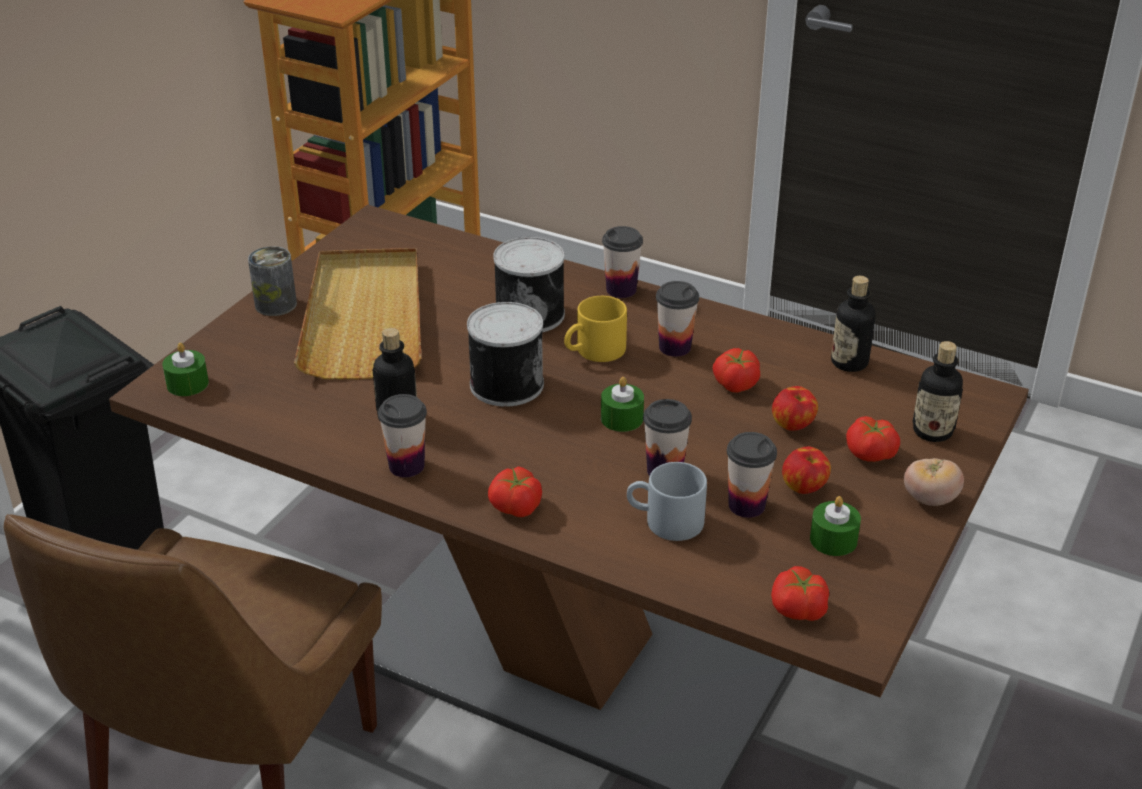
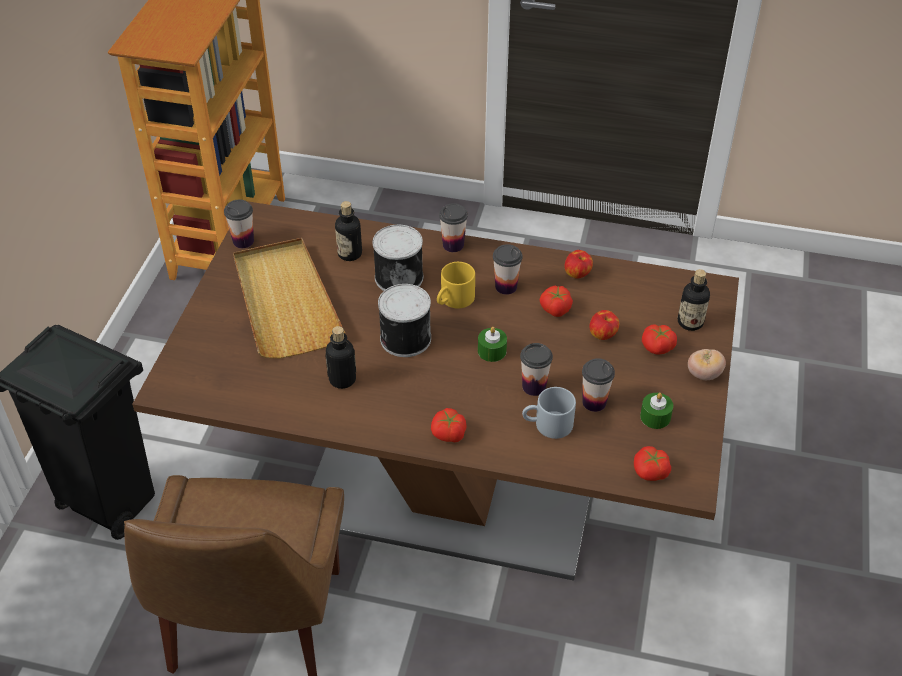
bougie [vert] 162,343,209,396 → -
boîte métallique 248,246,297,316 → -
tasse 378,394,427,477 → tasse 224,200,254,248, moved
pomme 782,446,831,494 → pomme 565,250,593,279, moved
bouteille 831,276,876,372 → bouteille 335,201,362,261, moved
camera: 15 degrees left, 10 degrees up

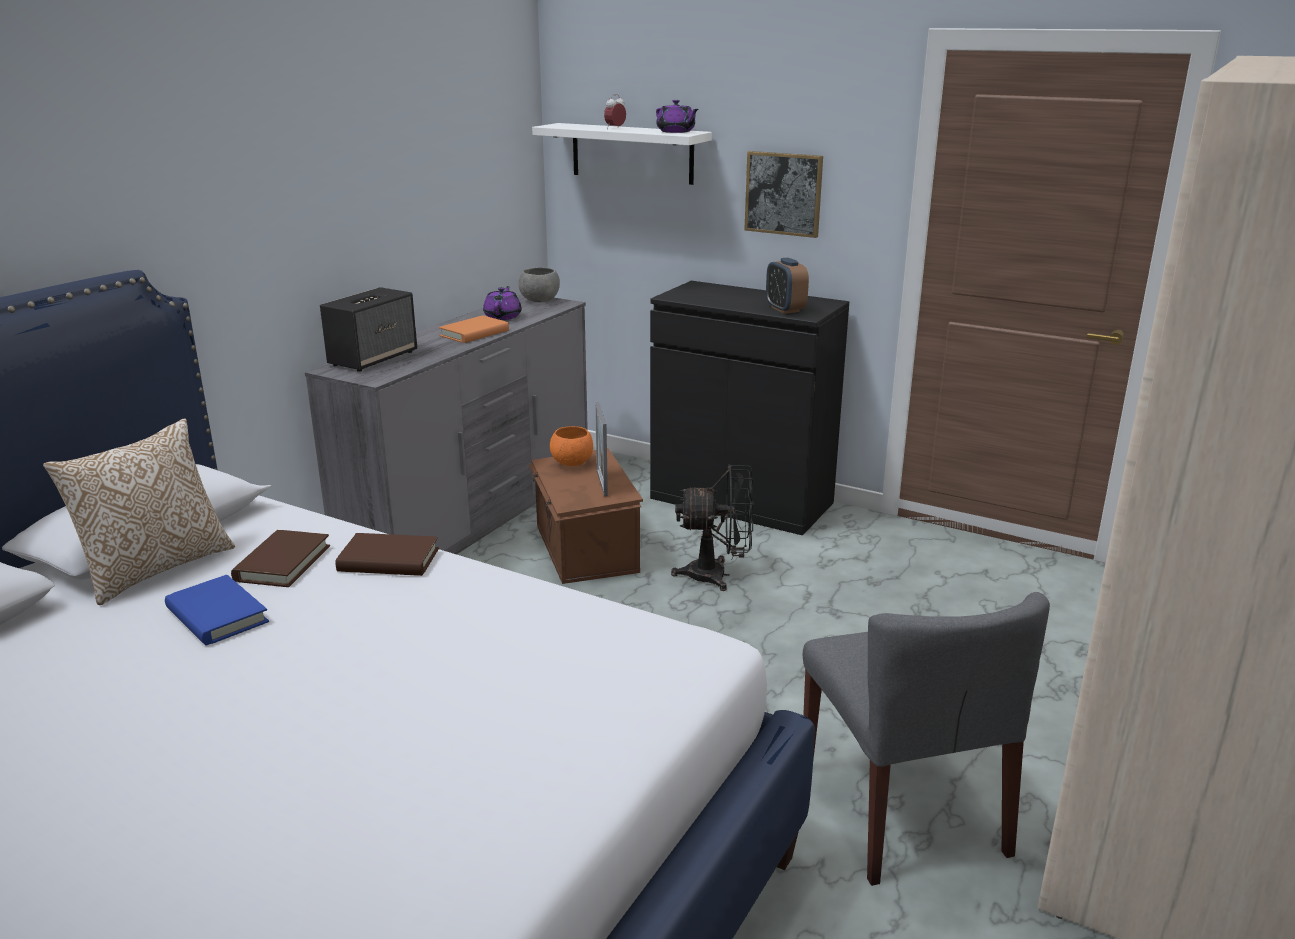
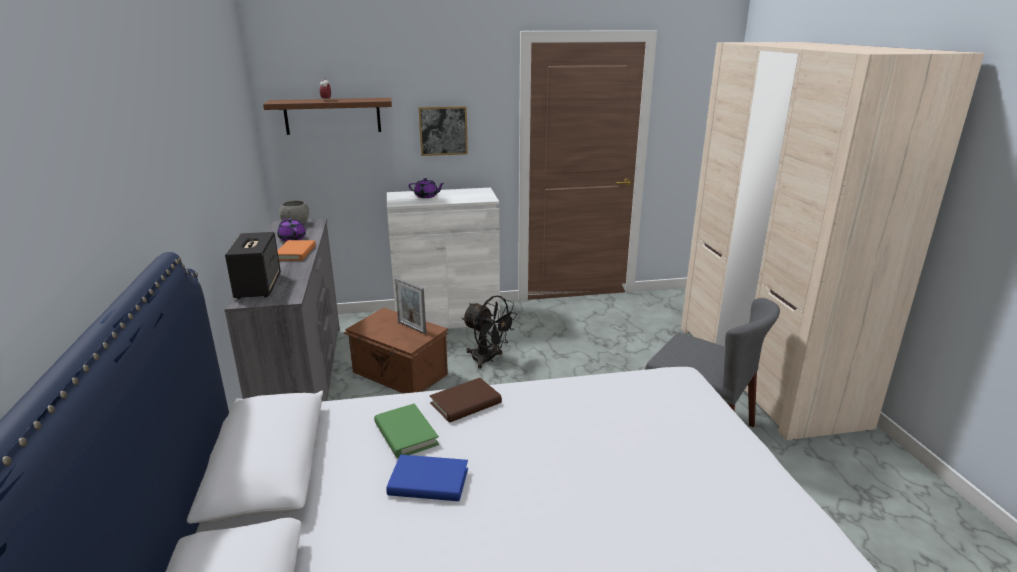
coussin 43,418,235,605 → -
bol [orange] 550,426,593,466 → -
réveil 766,258,809,314 → -
théière [violet] 656,100,698,133 → théière [violet] 408,178,444,198, moved
livre [marron] 231,530,330,587 → livre [vert] 374,403,439,459
étagère [blanc] 532,123,712,185 → étagère [marron] 263,98,392,135
meuble de rangement [noir] 650,281,849,535 → meuble de rangement [blanc] 387,188,500,329
ventilateur [noir] 671,464,754,591 → ventilateur [noir] 462,296,517,369, 75 degrees clockwise
camera: 40 degrees left, 0 degrees up

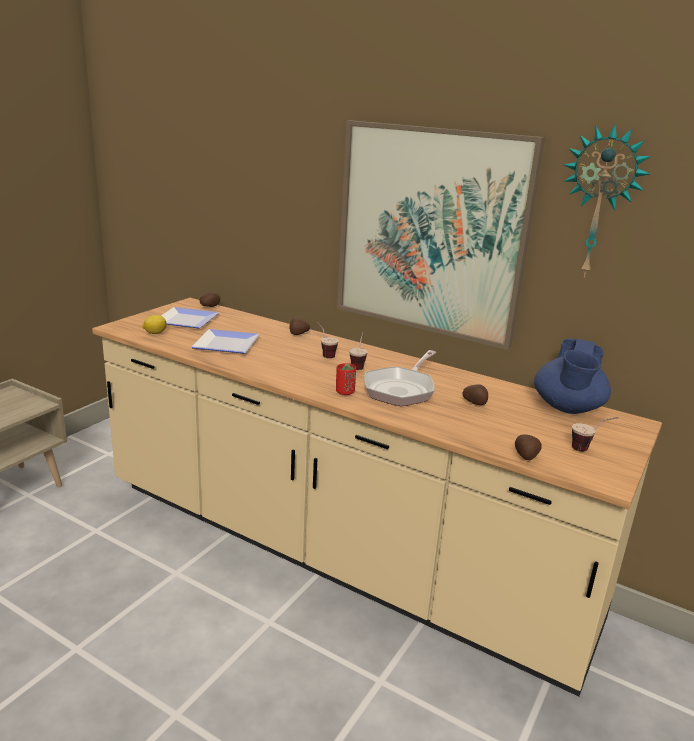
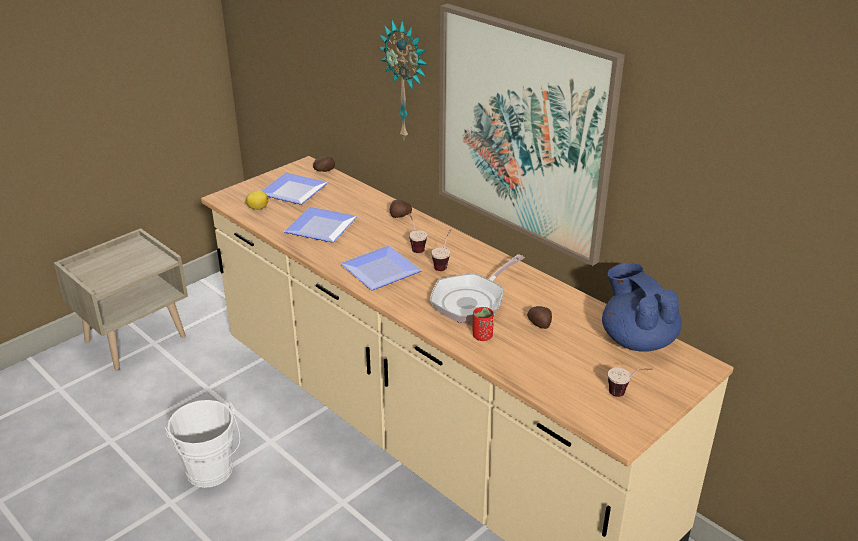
pomme de terre 515,435,542,460 → -
- → seau [blanc] 165,400,240,488
- → assiette 340,245,422,291
tasse [rouge] 336,363,356,395 → tasse [rouge] 473,307,494,341, moved
horloge murale 563,124,651,278 → horloge murale 379,20,428,139, moved
théière [bleu] 534,339,611,414 → théière [bleu] 602,263,682,352, 120 degrees clockwise
camera: 15 degrees right, 10 degrees up

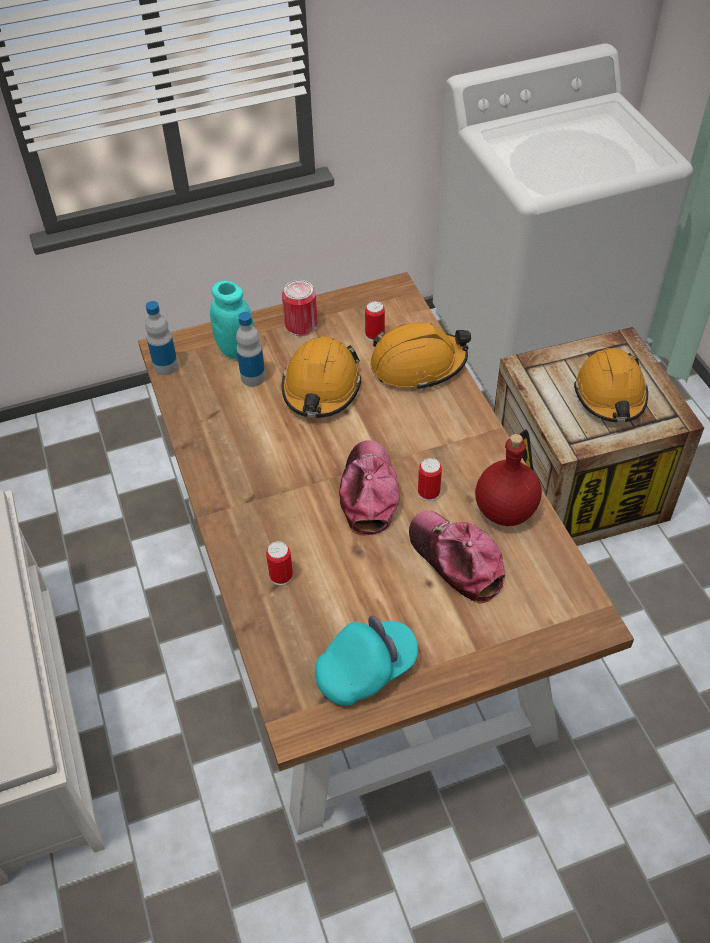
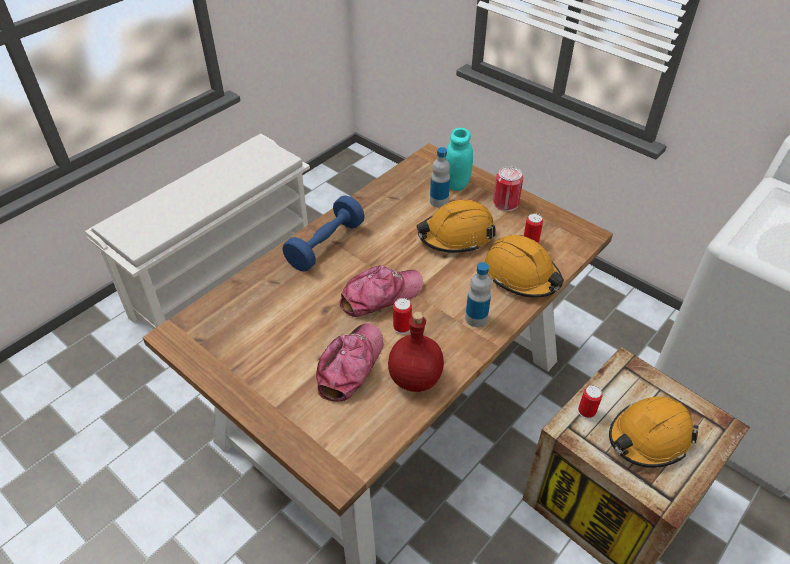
casquette [turquoise] 315,615,418,706 → -
- → haltère [bleu] 283,195,365,272
bouteille 145,301,178,375 → bouteille 465,262,491,327, moved
boîte métallique 266,541,293,585 → boîte métallique 578,385,602,419, moved
camera: 60 degrees right, 5 degrees down

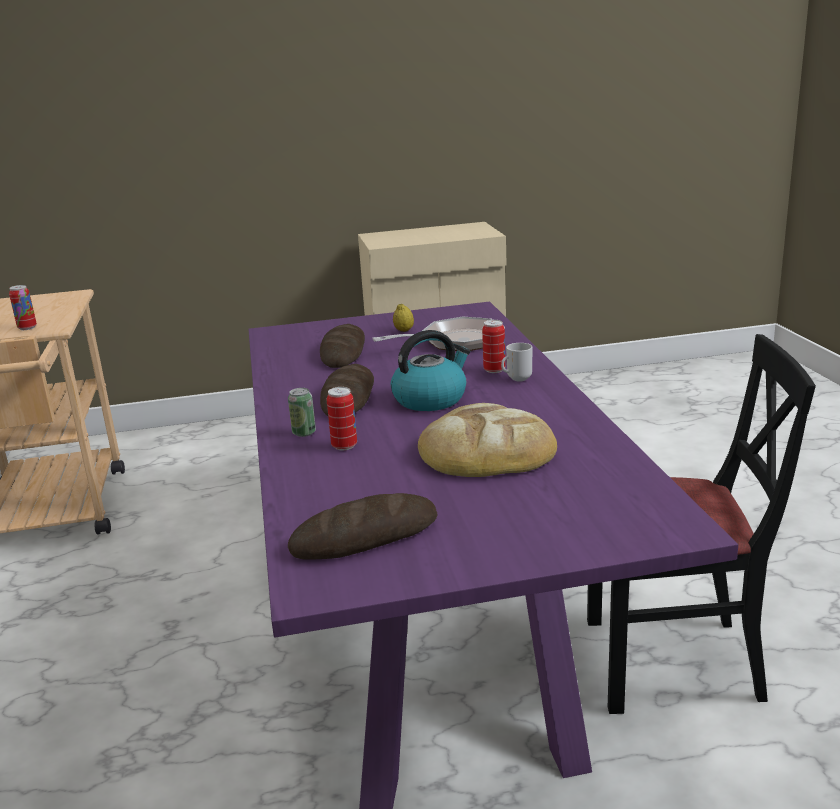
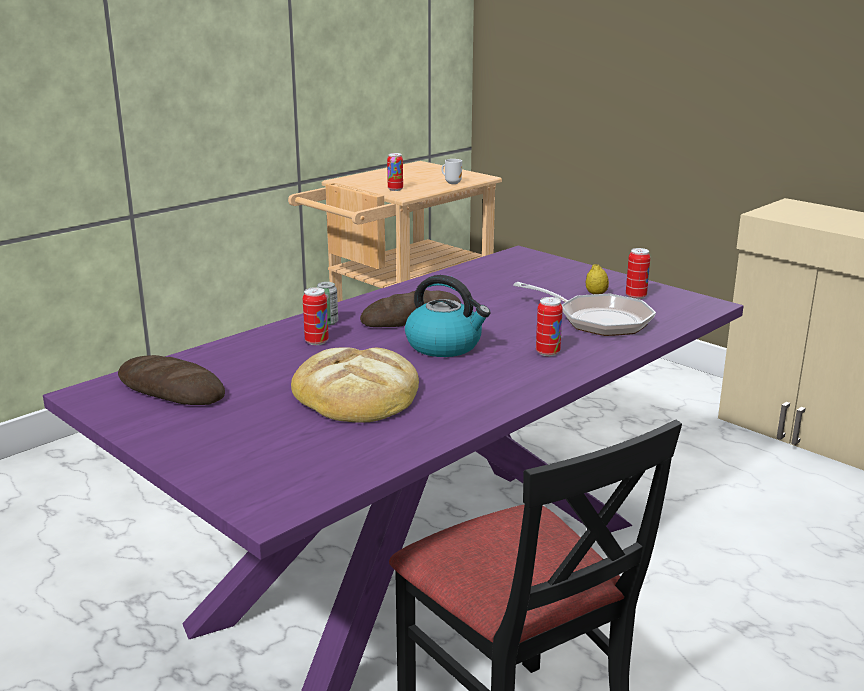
pain 320,324,365,368 → -
- → boîte métallique 626,248,650,299
mug 501,343,532,382 → mug 441,159,462,184, moved
camera: 55 degrees right, 0 degrees up

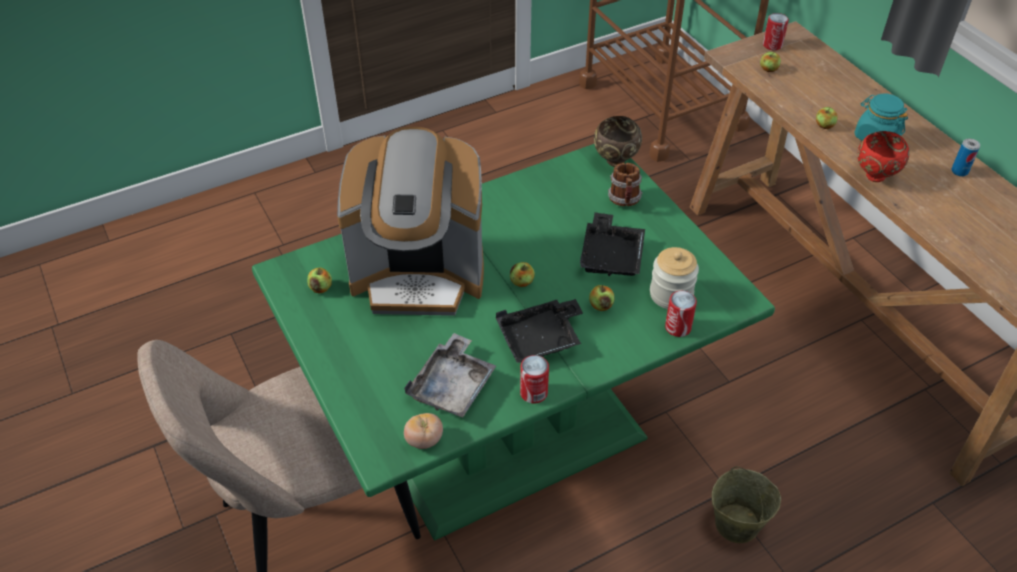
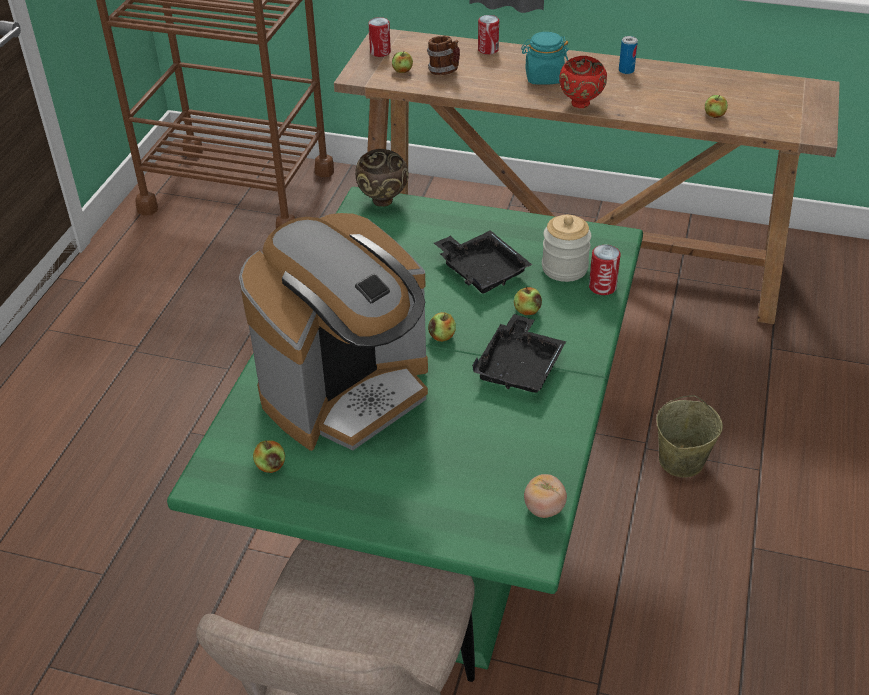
plateau [gris] 404,333,496,418 → -
boîte métallique 520,355,549,404 → boîte métallique 478,15,499,55, moved
mug 608,163,642,206 → mug 427,36,460,75, moved
pomme 816,107,838,129 → pomme 705,95,728,118, moved
camera: 45 degrees left, 5 degrees down

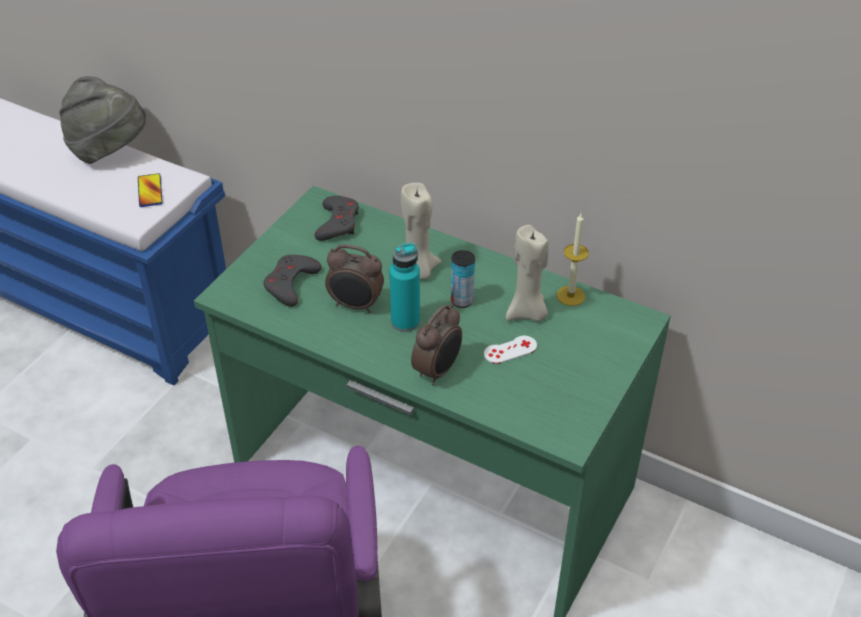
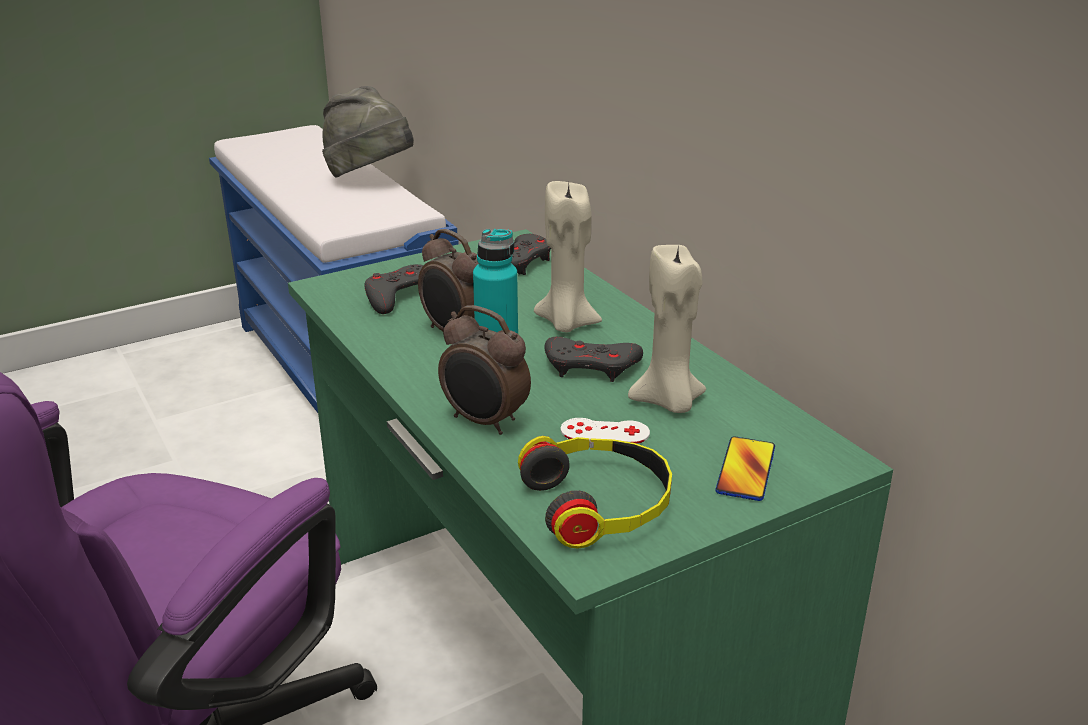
bougie 557,214,589,306 → -
- → casque audio 518,436,672,548
téléphone 138,173,163,207 → téléphone 715,436,775,501, moved
boîte métallique 451,250,475,308 → manette [gris] 544,337,643,382
réveil 411,304,462,385 → réveil 438,305,531,435, 60 degrees clockwise
camera: 30 degrees right, 15 degrees down

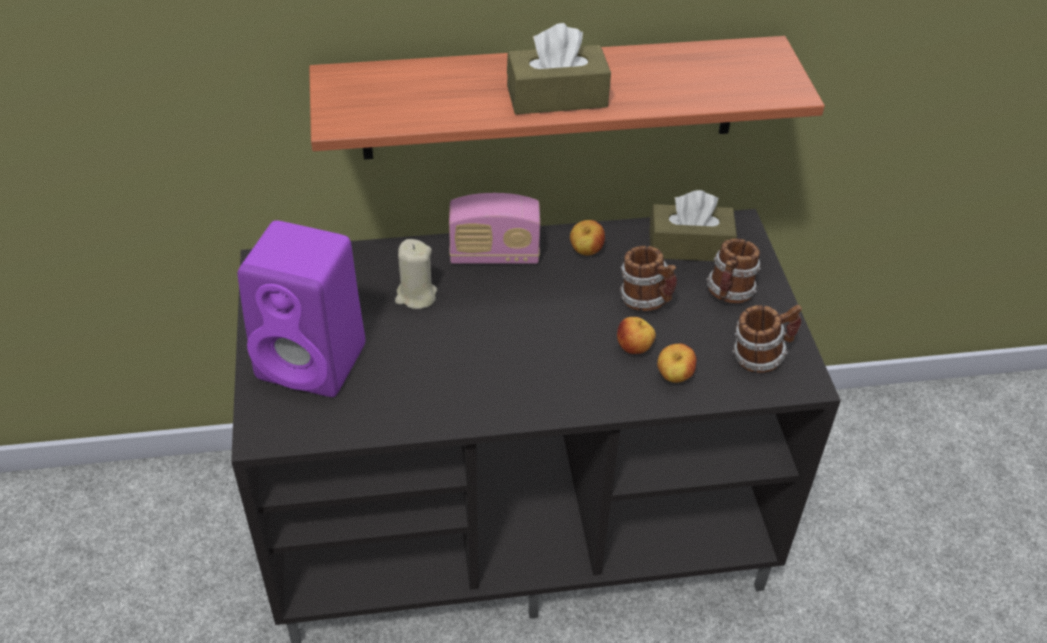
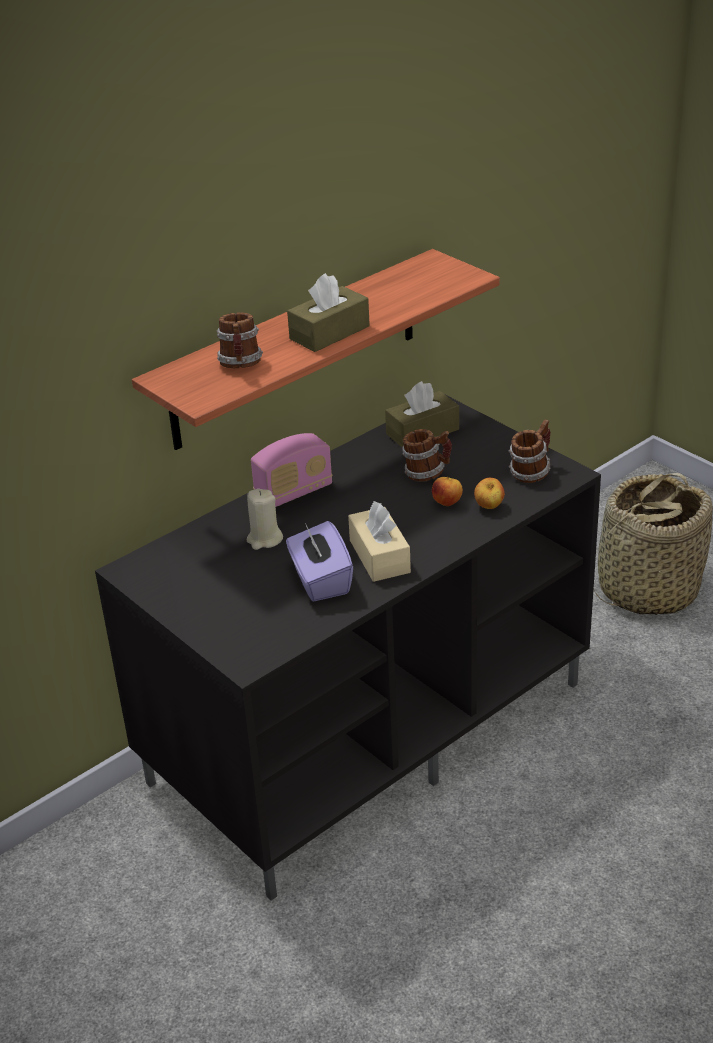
enceinte [violet] 238,220,365,397 → -
pomme 570,220,605,256 → -
- → boîte à mouchoirs [violet] 286,521,353,602
- → boîte à mouchoirs [beige] 348,501,411,582
- → panier 593,473,713,615
mug 706,238,761,303 → mug 217,312,263,368, moved
camera: 30 degrees left, 10 degrees down

